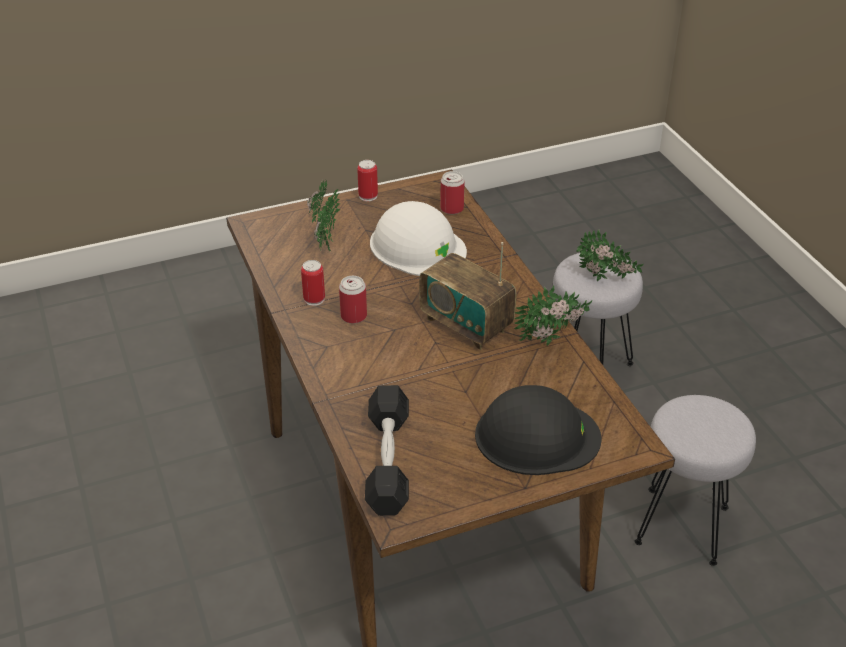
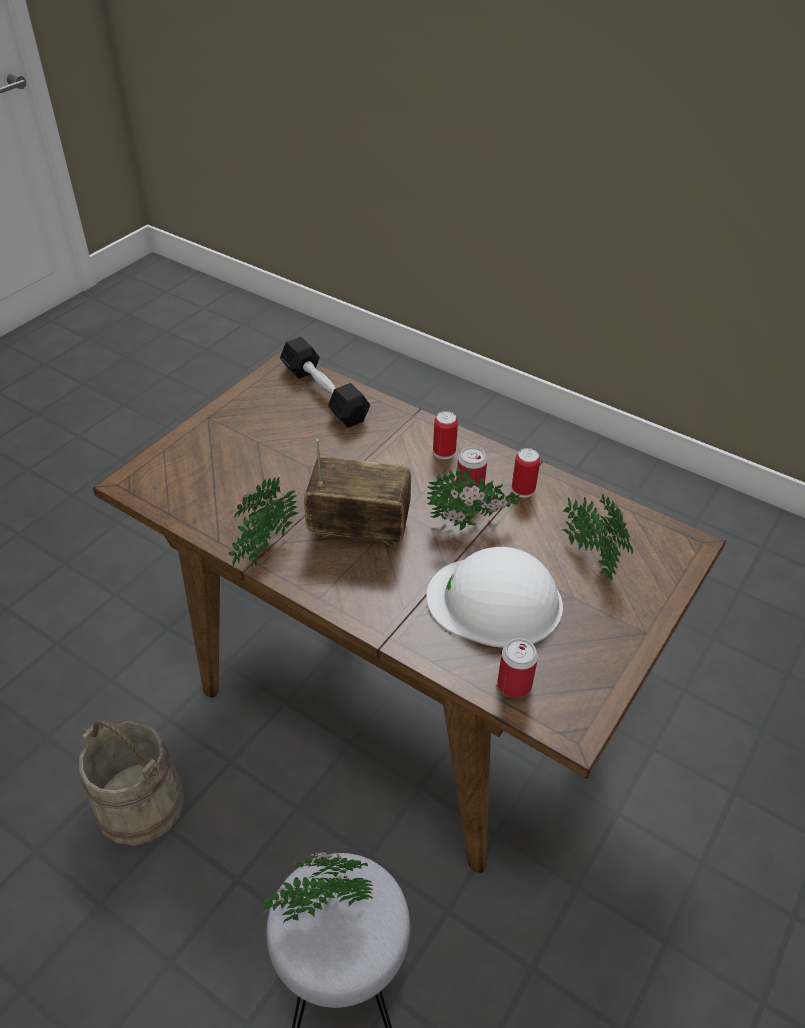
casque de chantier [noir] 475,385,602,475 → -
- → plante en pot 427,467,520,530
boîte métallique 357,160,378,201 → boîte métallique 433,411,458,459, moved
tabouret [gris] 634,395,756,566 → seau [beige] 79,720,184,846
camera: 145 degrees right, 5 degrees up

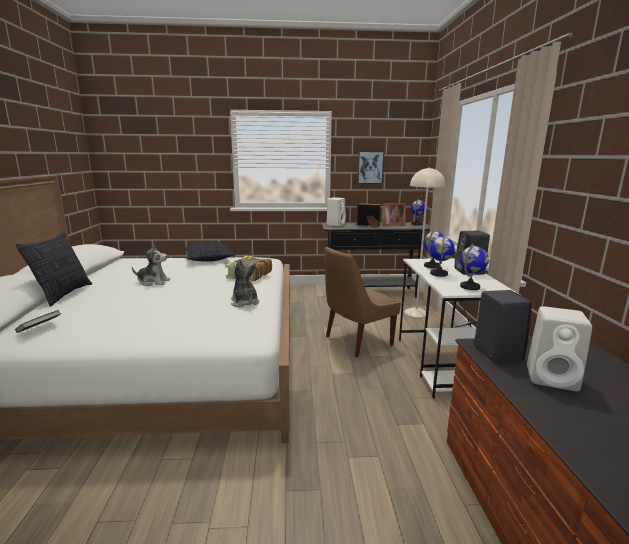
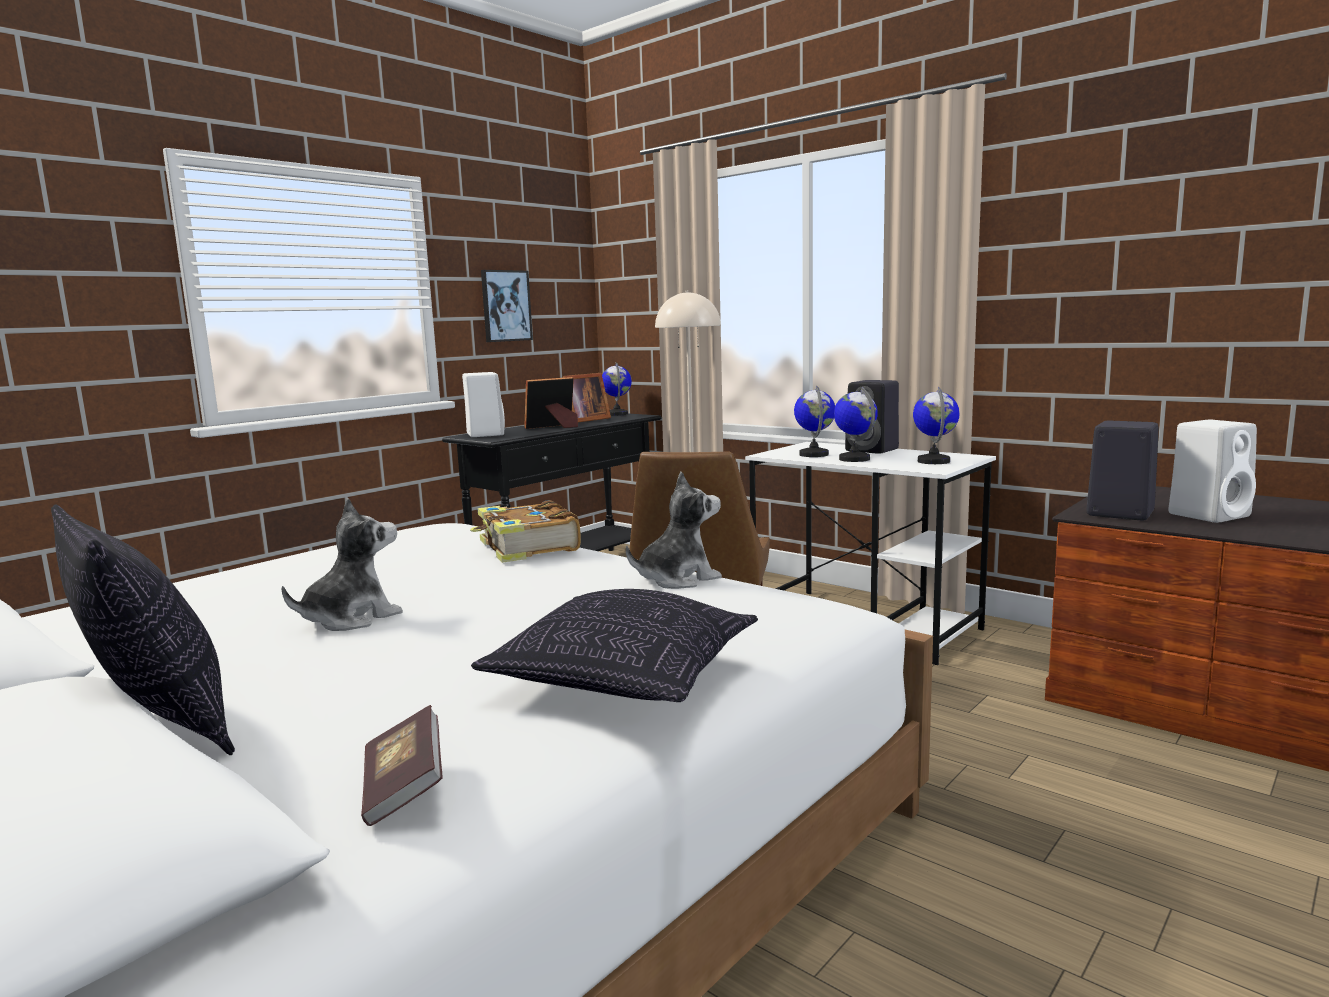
coussin 184,241,236,261 → coussin 471,589,758,702, moved
peluche 231,259,259,308 → peluche 626,472,722,589, 135 degrees clockwise
camera: 45 degrees left, 5 degrees down

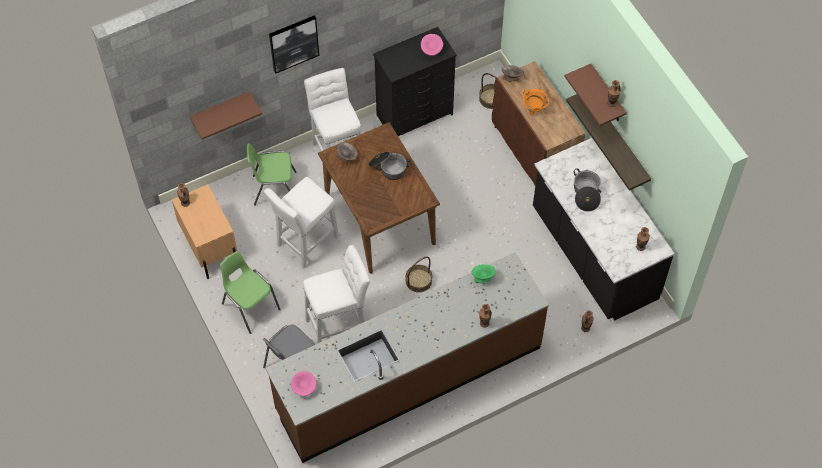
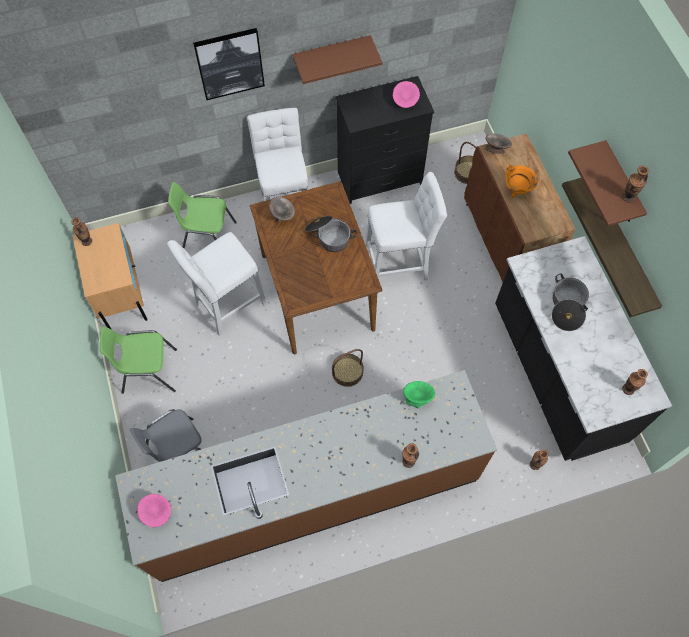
étagère [marron] 190,91,262,140 → étagère [marron] 292,35,382,84, moved
tabouret [blanc] 303,245,370,344 → tabouret [blanc] 365,172,447,281, moved
chaise [vert] 220,251,281,334 → chaise [vert] 100,327,177,394, 60 degrees counterclockwise
camera: 10 degrees right, 5 degrees up

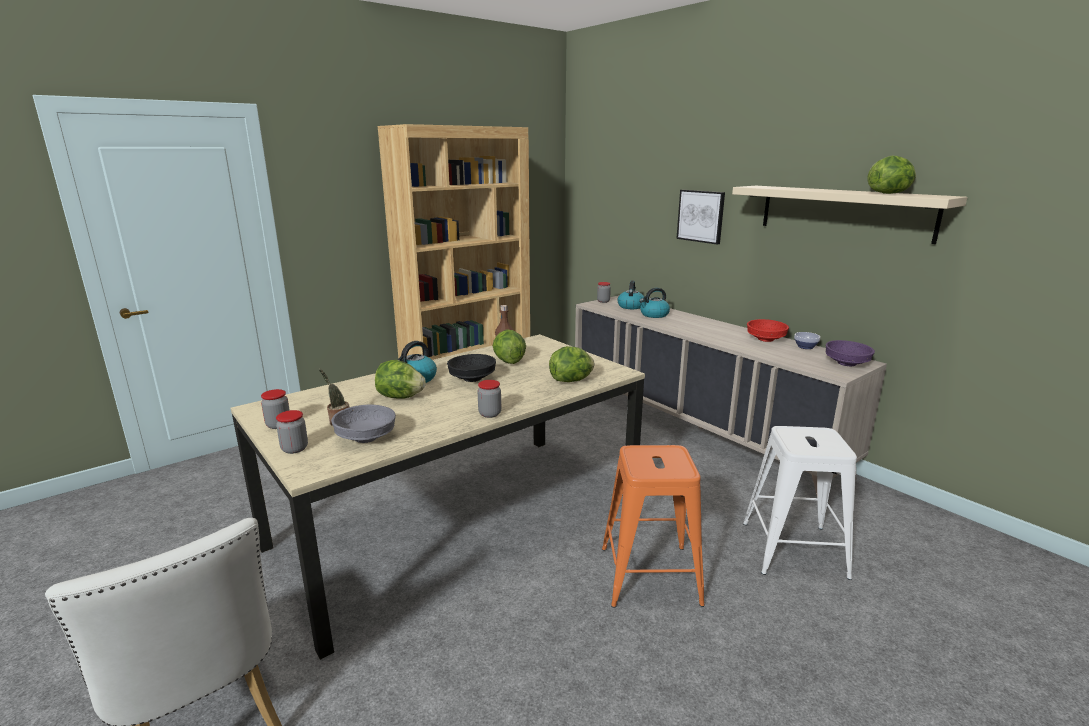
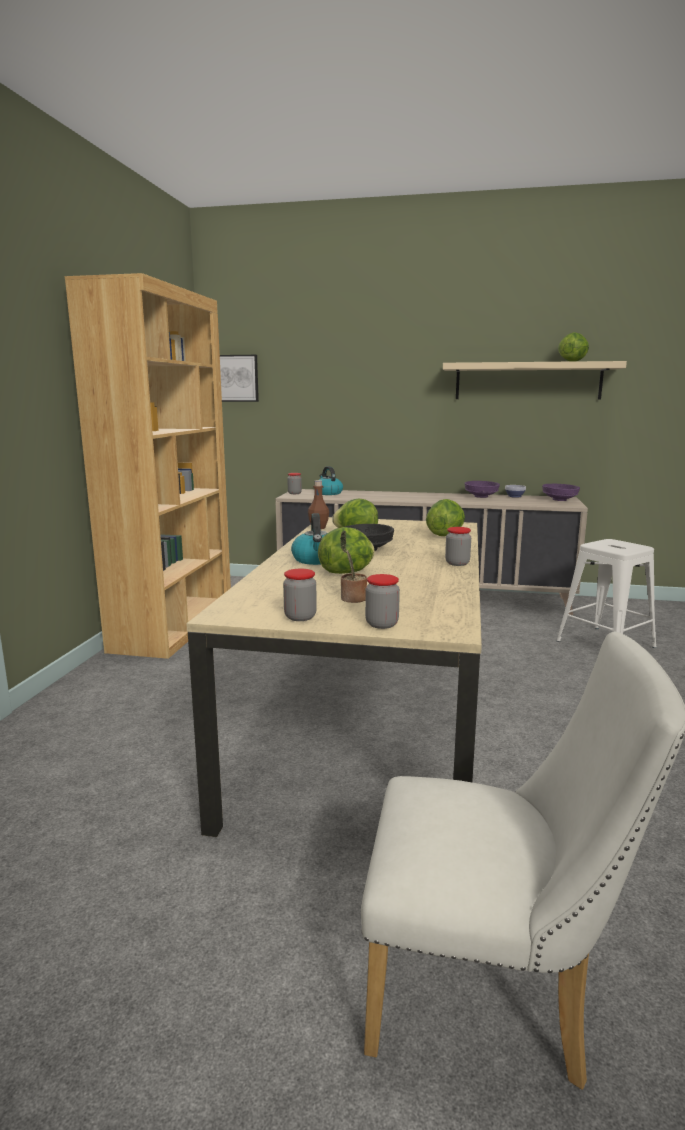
bol [gris] 331,405,396,443 → -
tabouret [orange] 602,445,705,608 → -
bouilloire 639,288,670,318 → -
tableau 676,190,725,244 → tableau 220,355,259,402, moved
bol [rouge] 747,319,789,342 → bol [violet] 464,481,500,498
camera: 40 degrees left, 5 degrees down

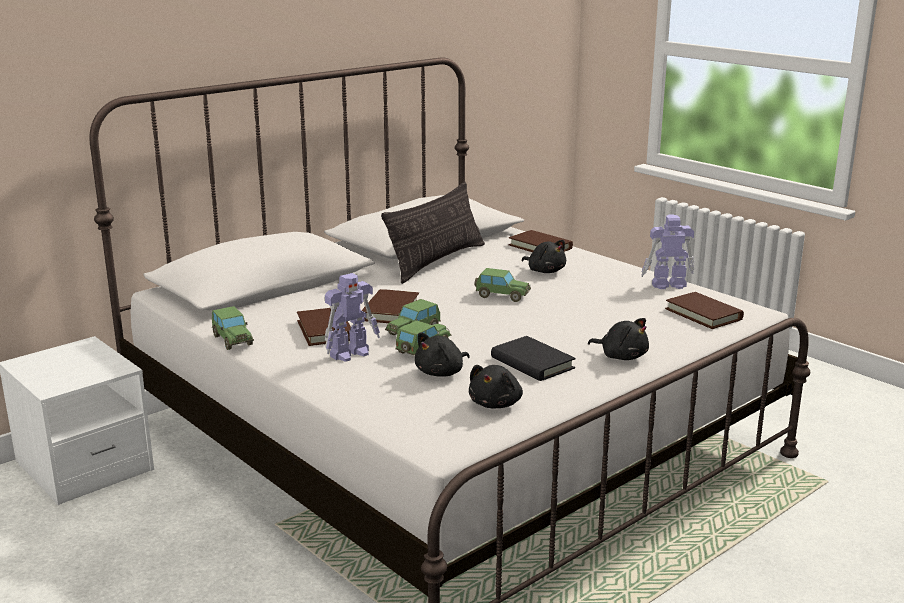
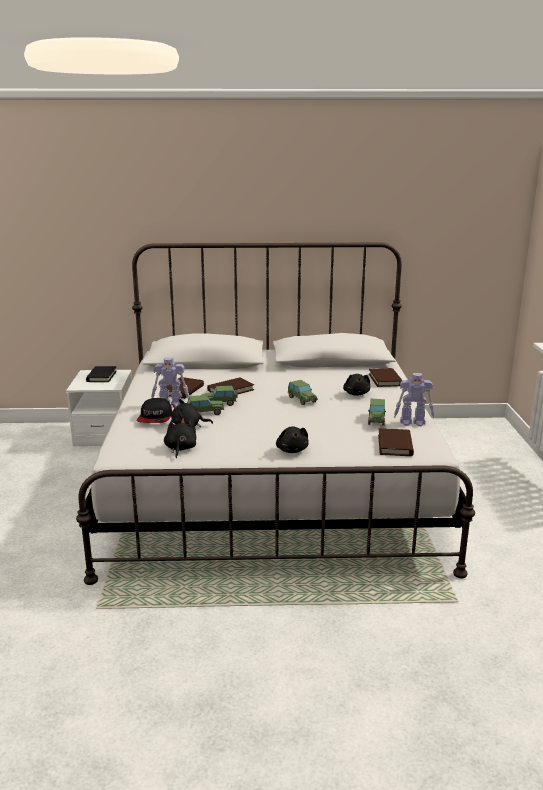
coussin 381,182,485,284 → -
- → casquette 137,398,172,423
petite voiture 212,306,254,350 → petite voiture 368,399,386,426, moved
livre [noir] 491,336,576,381 → livre [noir] 86,366,117,382, moved
peluche [noir] 469,365,523,408 → peluche [noir] 164,418,196,458, 120 degrees clockwise
robot jouet 641,215,694,289 → robot jouet 394,373,435,426, 150 degrees clockwise
camera: 40 degrees right, 0 degrees up

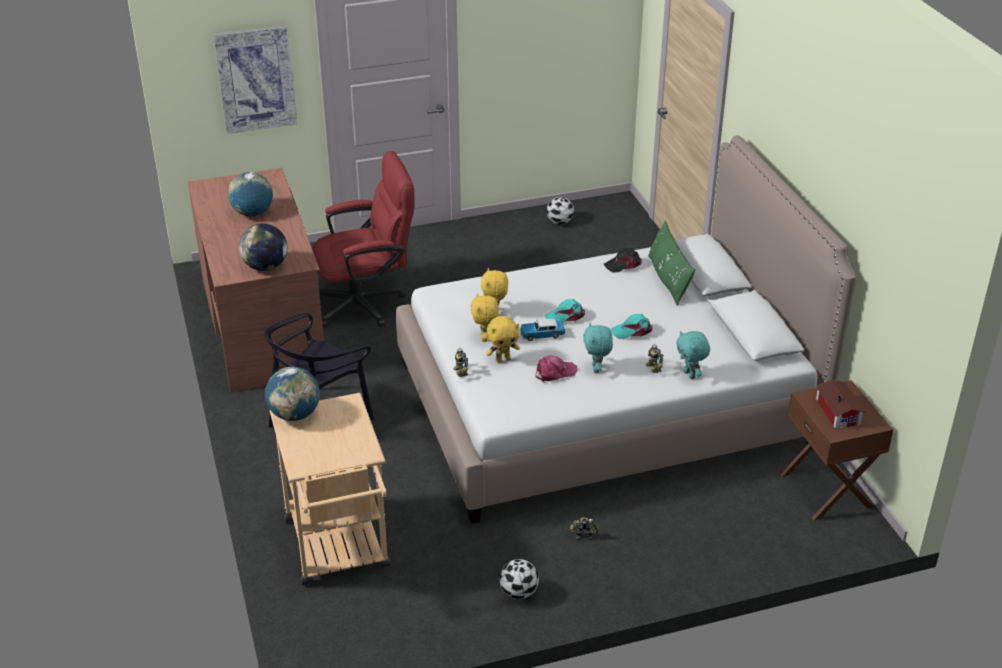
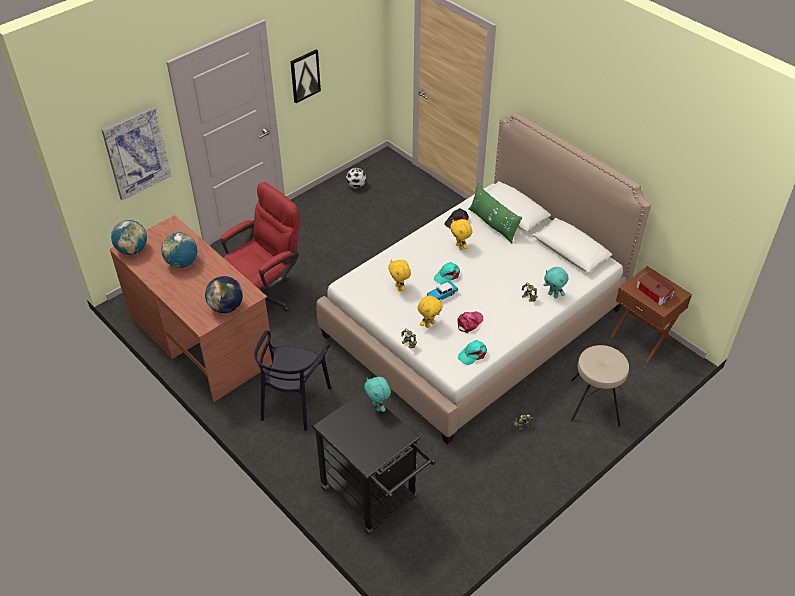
ballon de foot 499,559,539,599 → -
- → tableau 290,49,321,103
- → tabouret [beige] 571,345,629,427
globe 265,367,320,421 → globe 111,220,147,255, moved
peluche [jaune] 471,293,499,342 → peluche [jaune] 450,219,472,250, moved
peluche [turquoise] 583,323,613,373 → peluche [turquoise] 364,377,391,412, moved
casquette [turquoise] 611,314,652,339 → casquette [turquoise] 458,340,487,365, moved
chariot [beige] 269,393,390,585 → chariot [noir] 312,389,435,535
camera: 25 degrees left, 10 degrees up

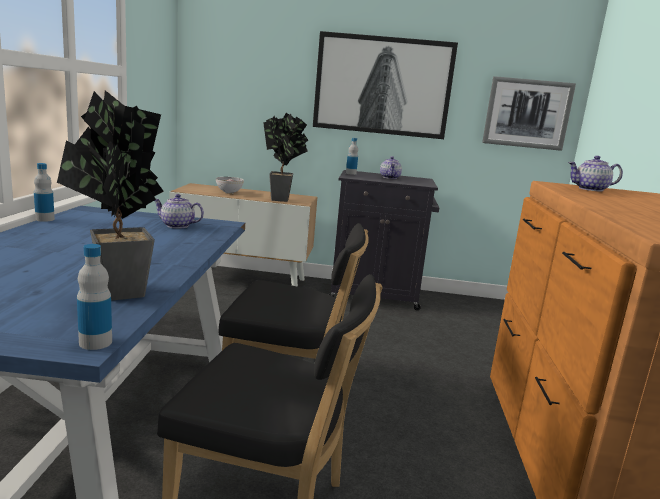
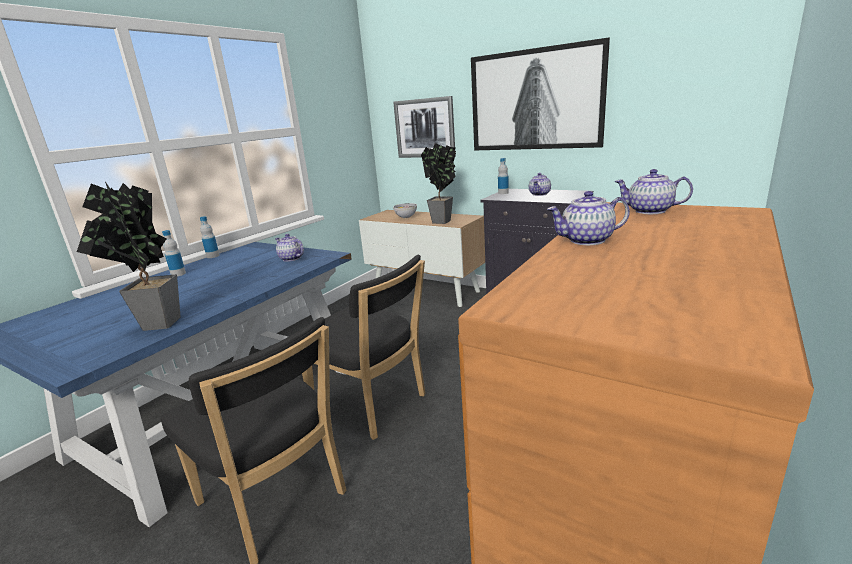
- → théière 547,191,630,245
bouteille 77,244,112,350 → bouteille 162,230,186,276, moved
tableau 482,76,576,151 → tableau 393,96,456,158, moved
camera: 30 degrees right, 5 degrees up

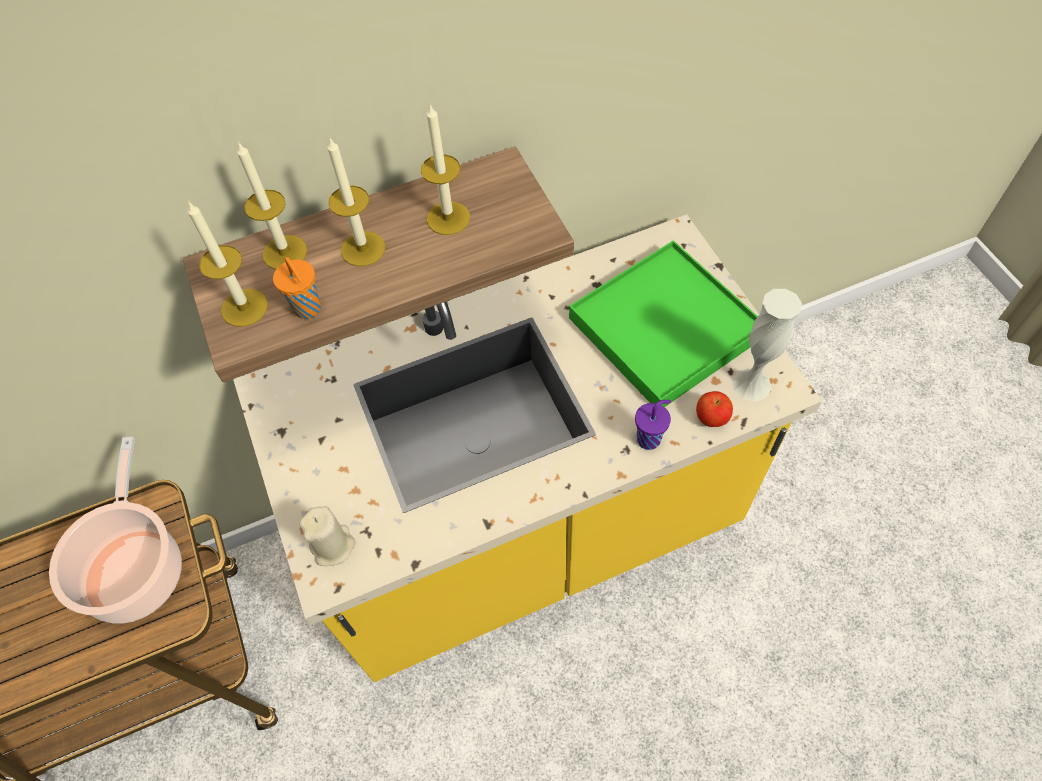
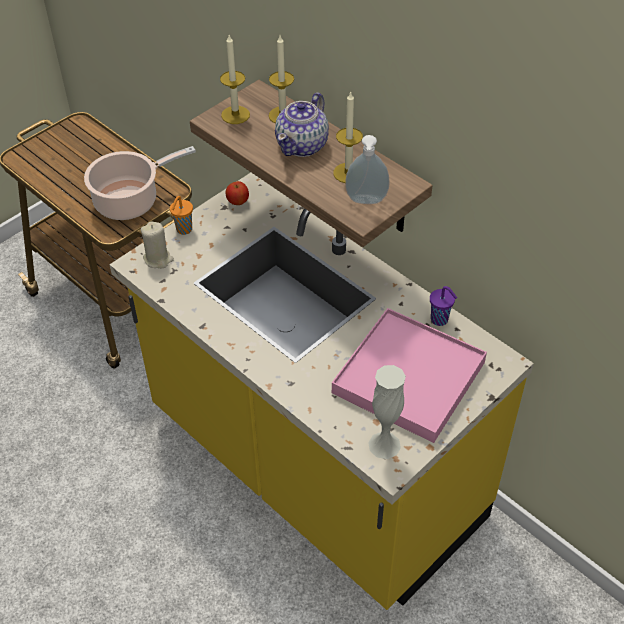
- → distributeur de savon 345,135,390,204
tasse [orange] 273,257,321,319 → tasse [orange] 170,196,193,235, moved
tasse [violet] 635,400,671,450 → tasse [violet] 430,286,457,326, moved
pomme 696,391,733,427 → pomme 226,181,249,205, moved
bougie 327,138,385,267 → théière 275,93,329,157
plateau [vert] 569,240,758,407 → plateau [rose] 332,308,487,443
camera: 65 degrees right, 10 degrees down

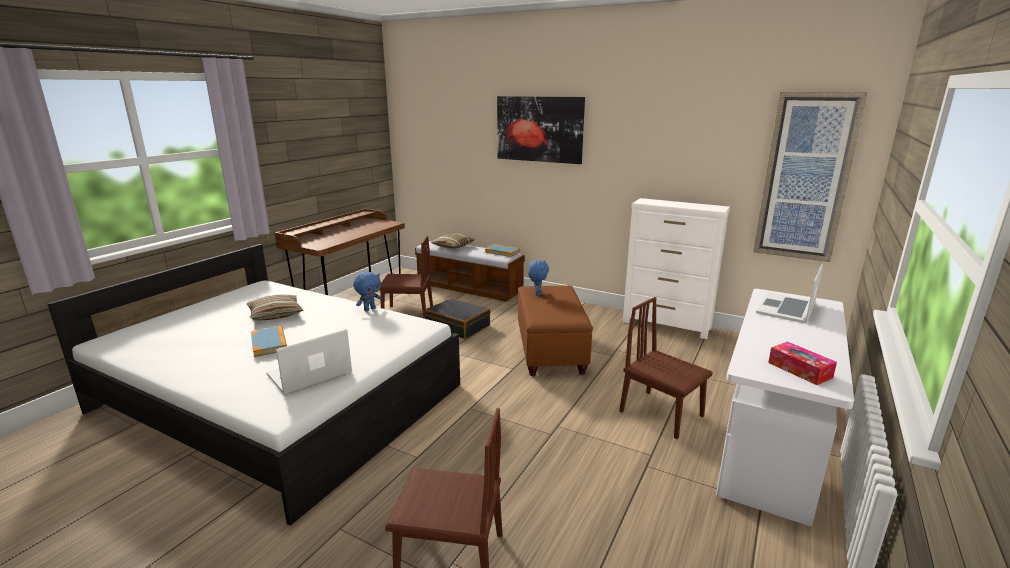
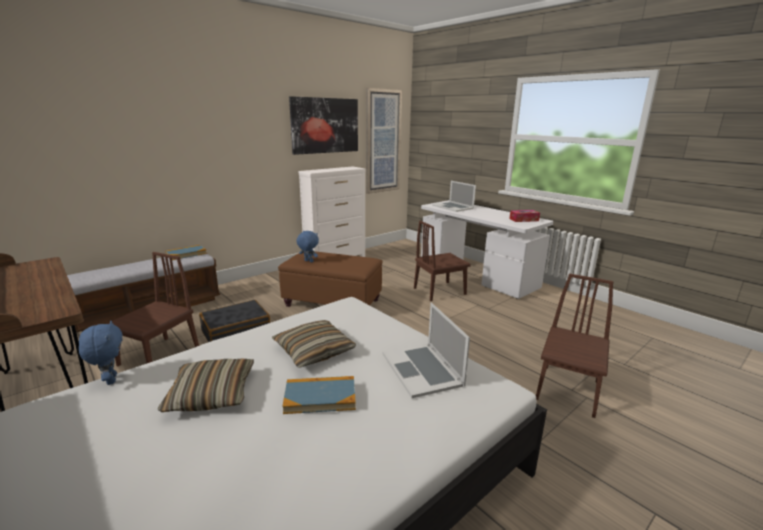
peluche [bleu] 353,272,381,312 → peluche [bleu] 79,321,123,385, moved
coussin 431,233,475,249 → coussin 272,320,356,368, moved
tableau 497,96,585,164 → tableau 289,96,358,155, moved
camera: 70 degrees left, 0 degrees up

